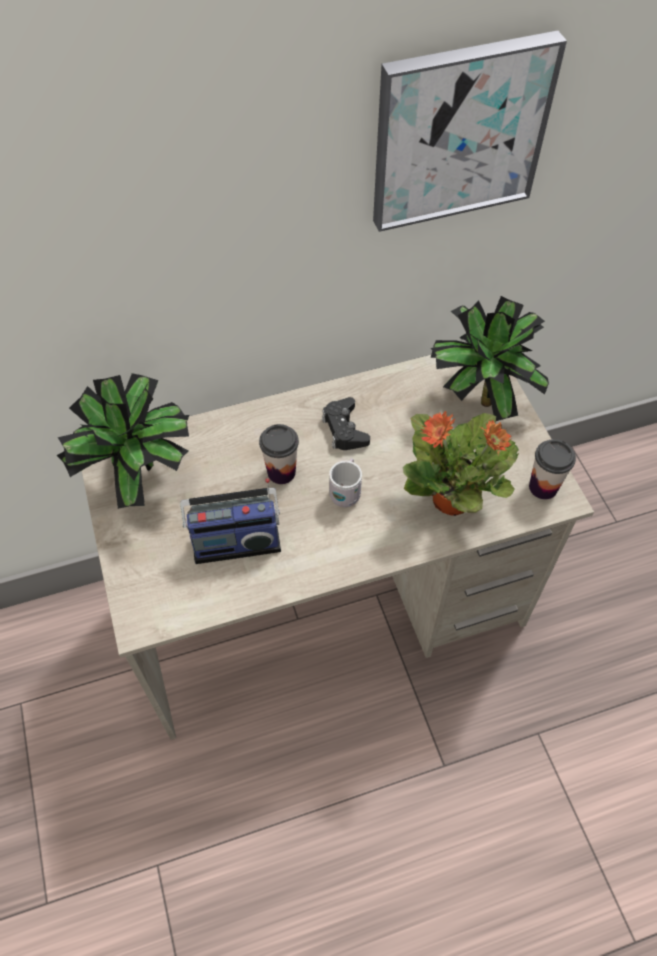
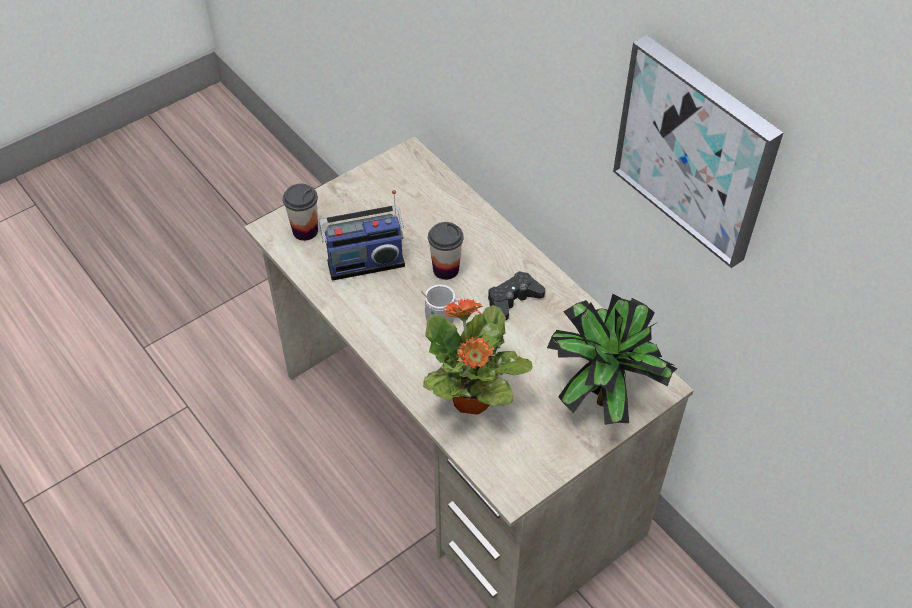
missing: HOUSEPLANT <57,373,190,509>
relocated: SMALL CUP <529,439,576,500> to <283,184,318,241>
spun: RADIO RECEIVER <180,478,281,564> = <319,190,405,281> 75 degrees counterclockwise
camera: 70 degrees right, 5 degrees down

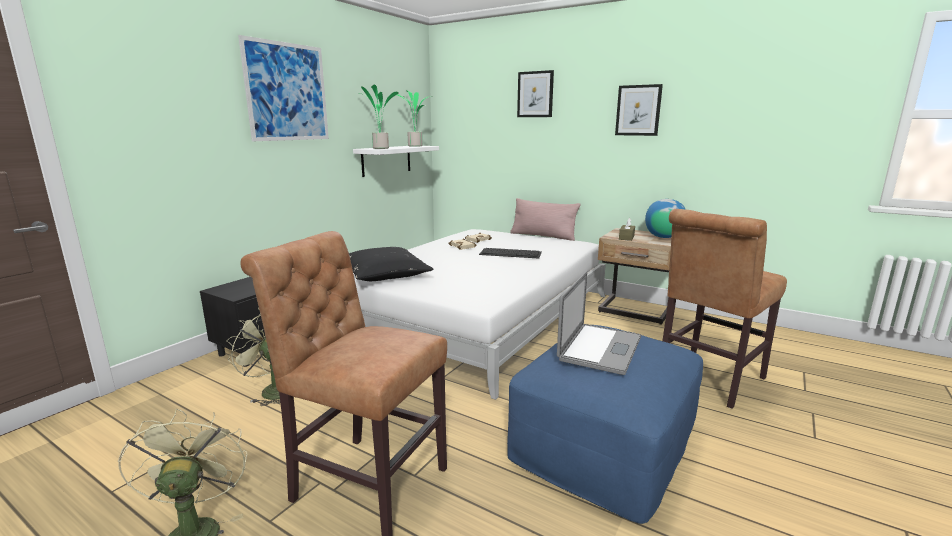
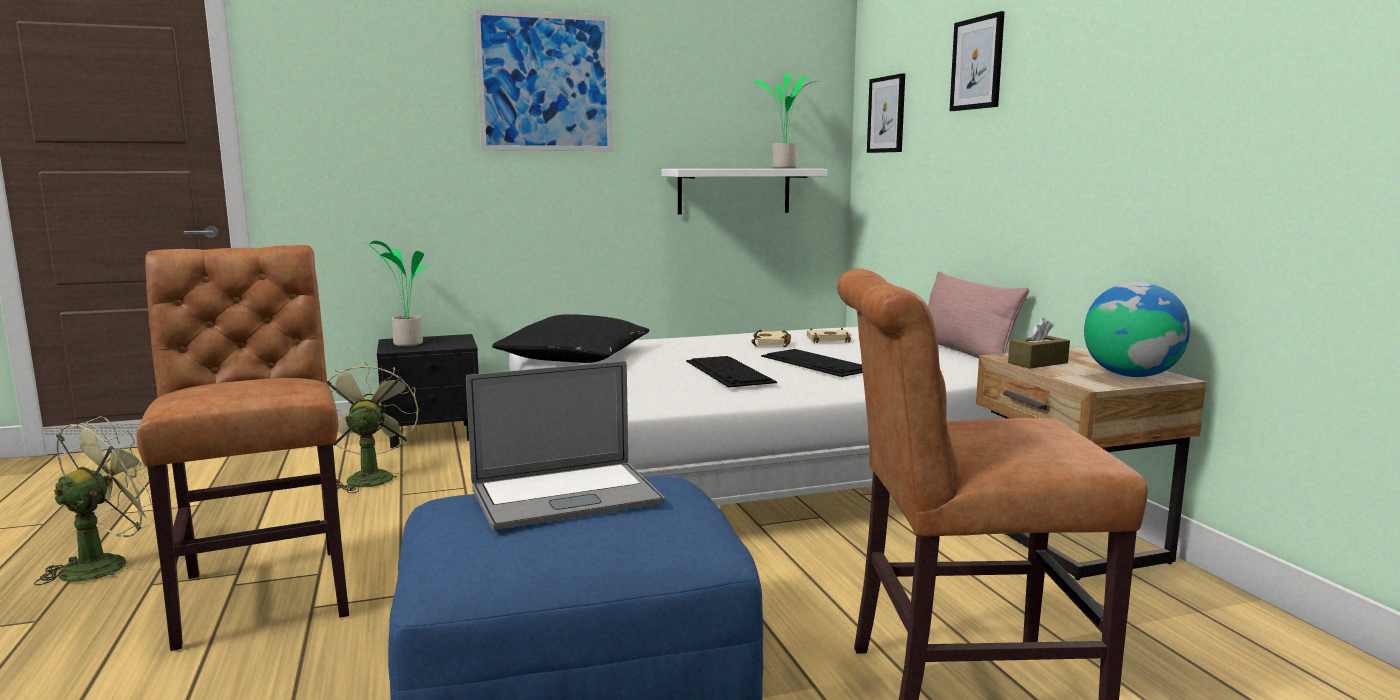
appeared: KEYBOARD <686,356,777,388>
relocated: HOUSEPLANT <359,84,399,149> to <364,241,429,346>; WALL ART <615,84,663,136> to <867,73,905,153>
camera: 40 degrees right, 5 degrees down

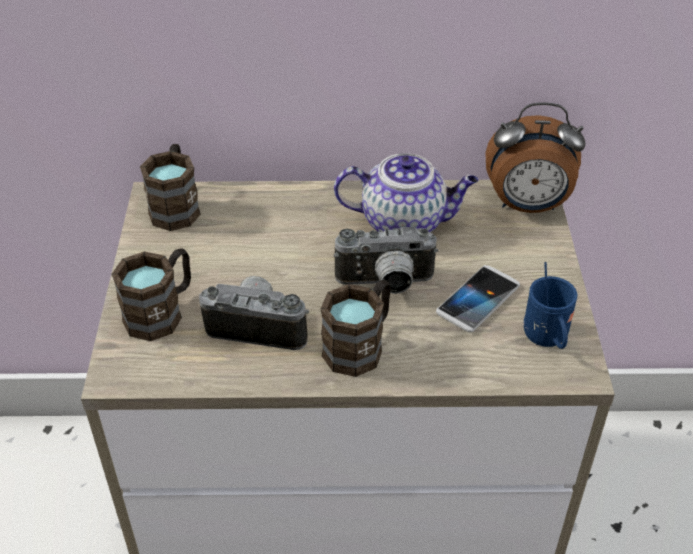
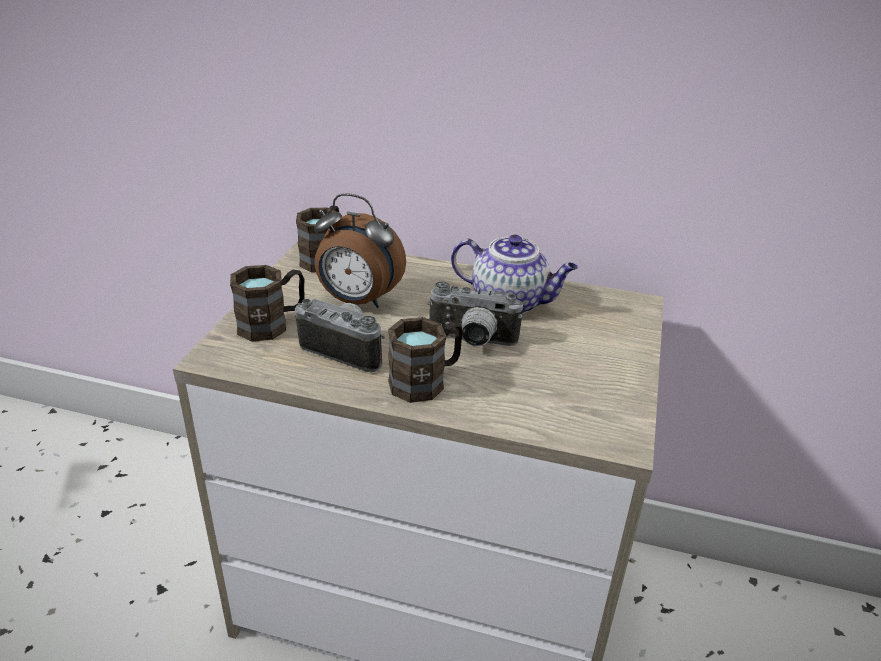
missing: BLUE-COLOURED COFFEE MUG <524,262,577,349>; PHONE <436,265,520,332>
relocated: TABLE CLOCK <485,102,585,213> to <314,193,406,308>
camera: 15 degrees right, 10 degrees down

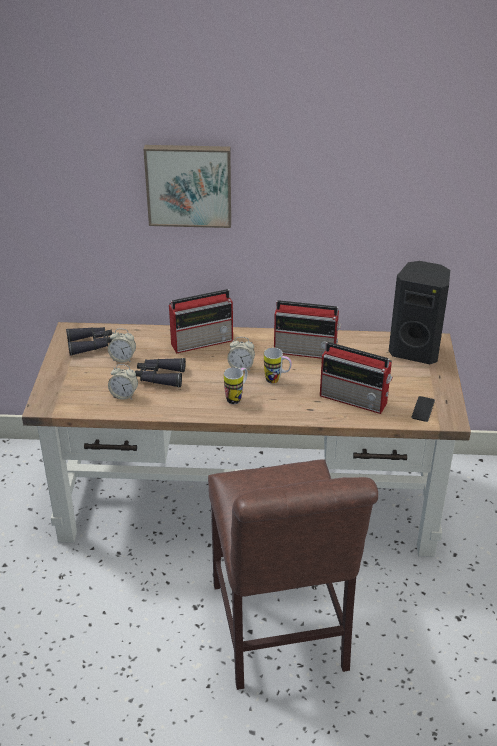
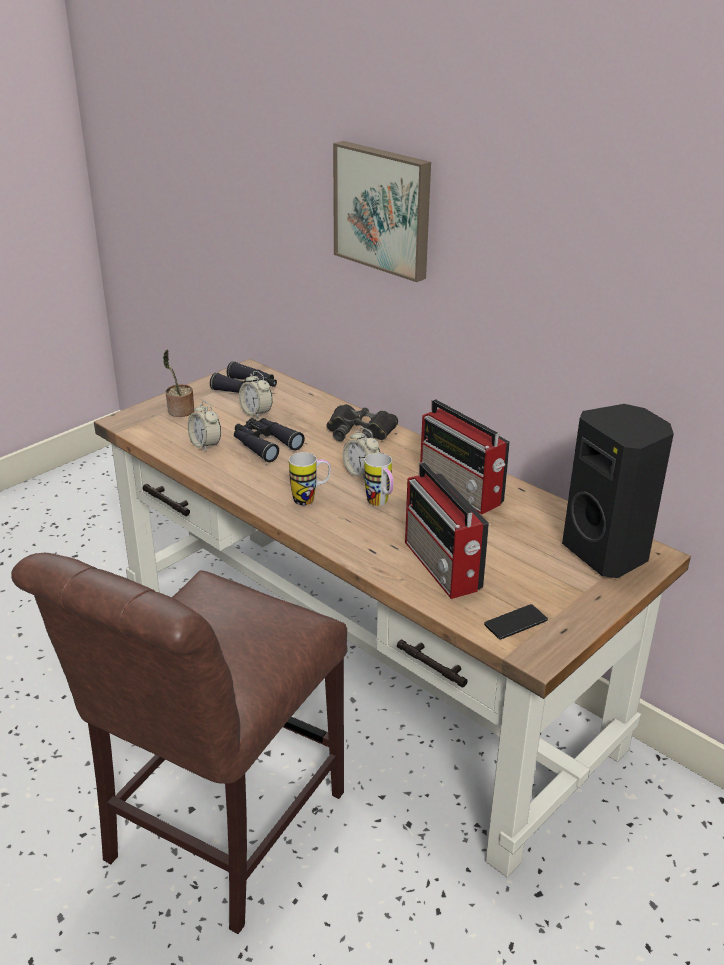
appeared: HOUSEPLANT <163,350,194,417>
exchanged: RADIO RECEIVER <169,289,233,354> to BLACKISH FIELD GLASSES <326,404,398,441>
camera: 40 degrees right, 5 degrees down

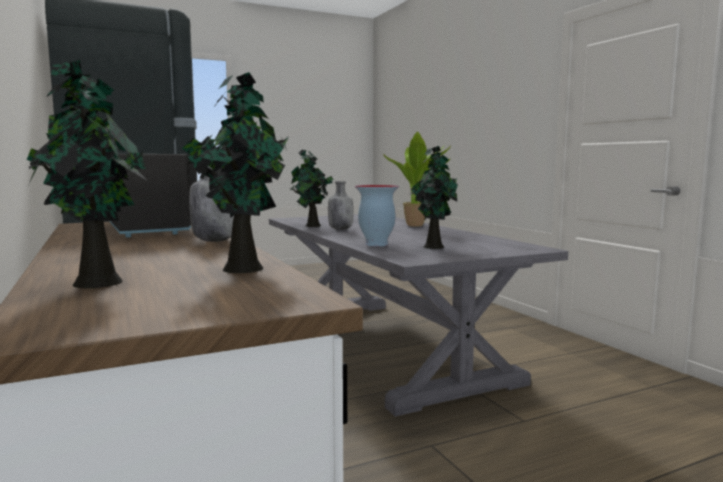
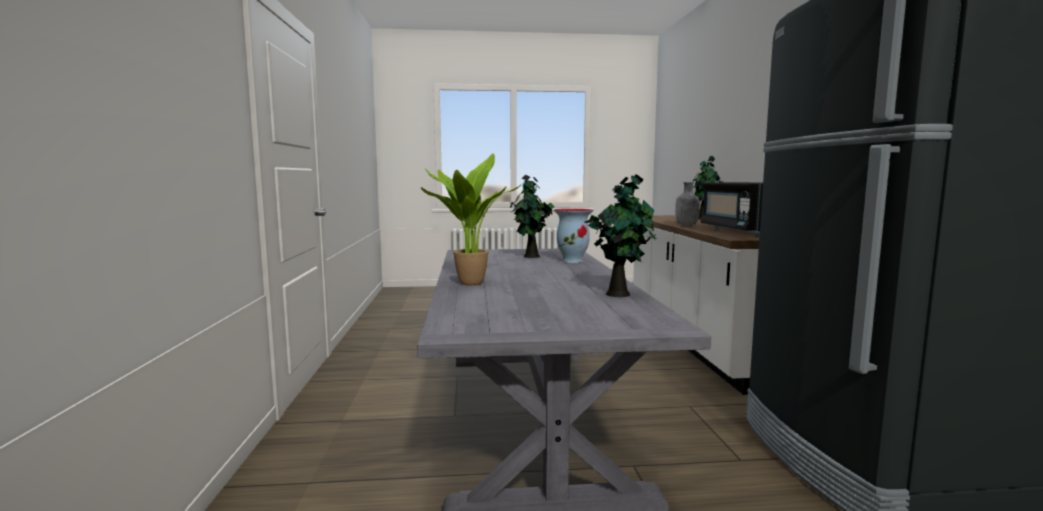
missing: HOUSEPLANT <182,72,289,273>; GREYISH DRINK BOTTLE <328,181,354,230>
camera: 160 degrees left, 0 degrees up

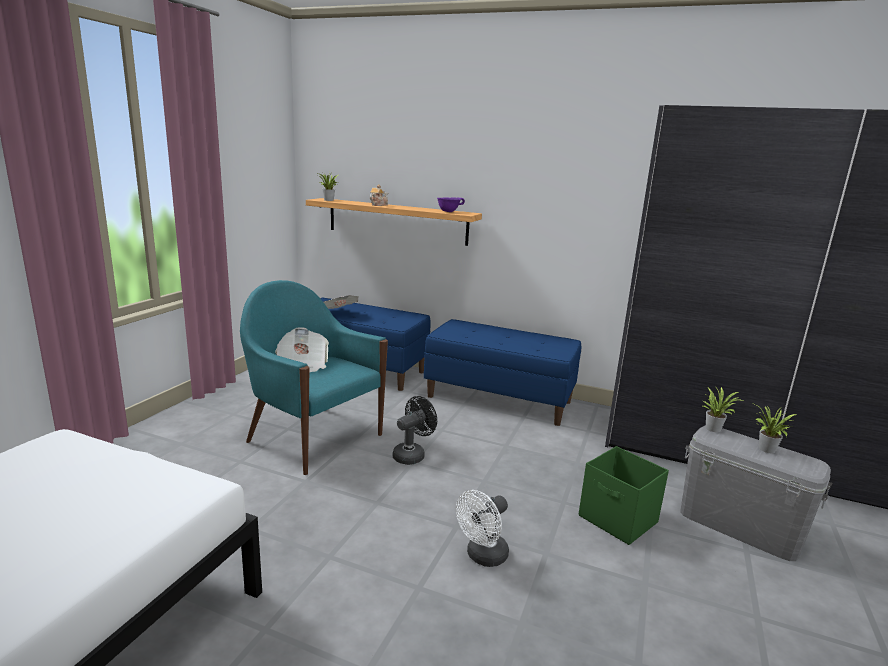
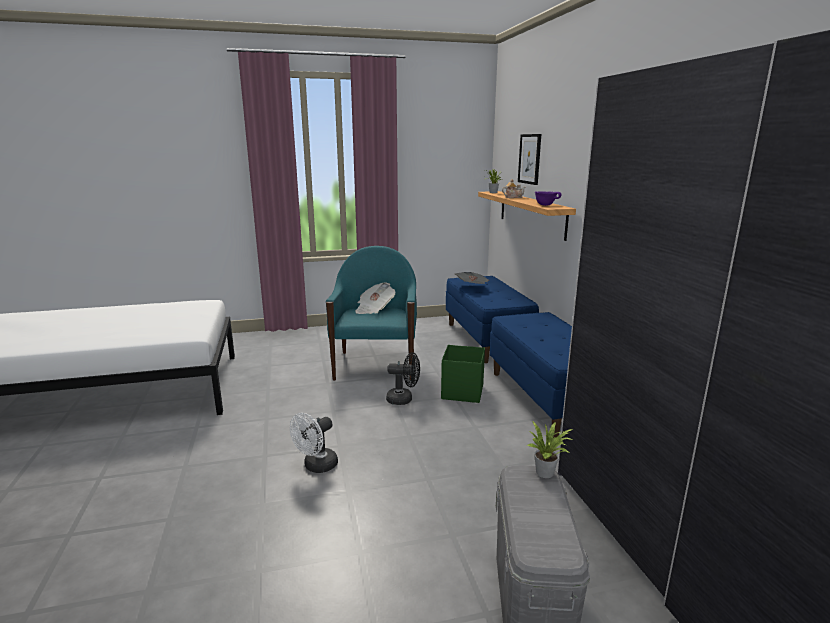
missing: HOUSEPLANT <755,404,797,453>
appeared: WALL ART <518,134,541,185>
relocated: GREENISH STORAGE BIN <579,446,669,545> to <441,345,485,403>
spun: WHITE-COLOURED FAN <456,490,509,567> = <290,413,338,473> 60 degrees counterclockwise
camera: 55 degrees right, 0 degrees up

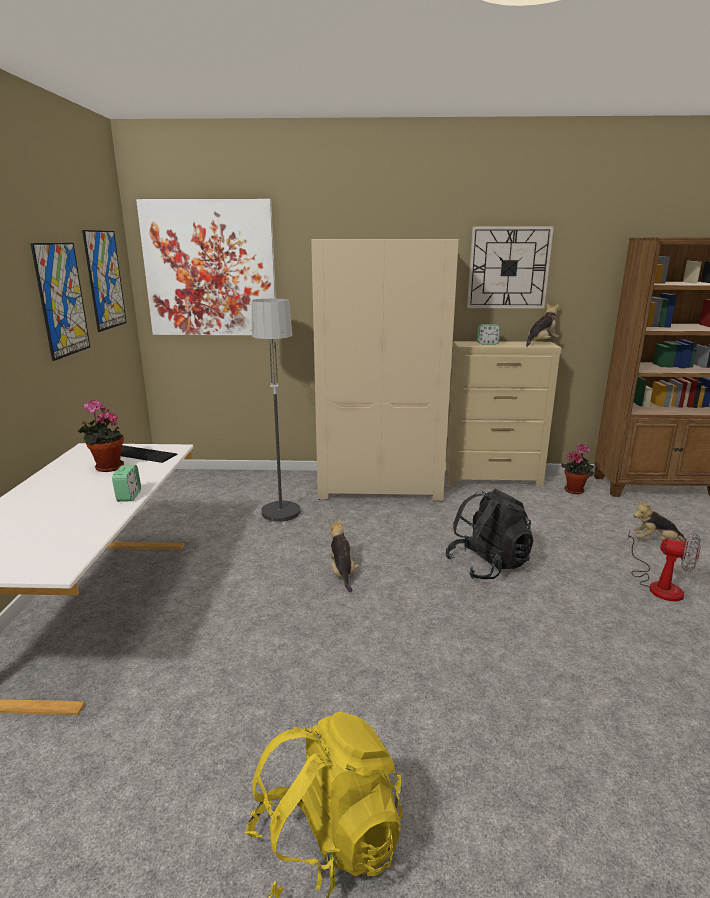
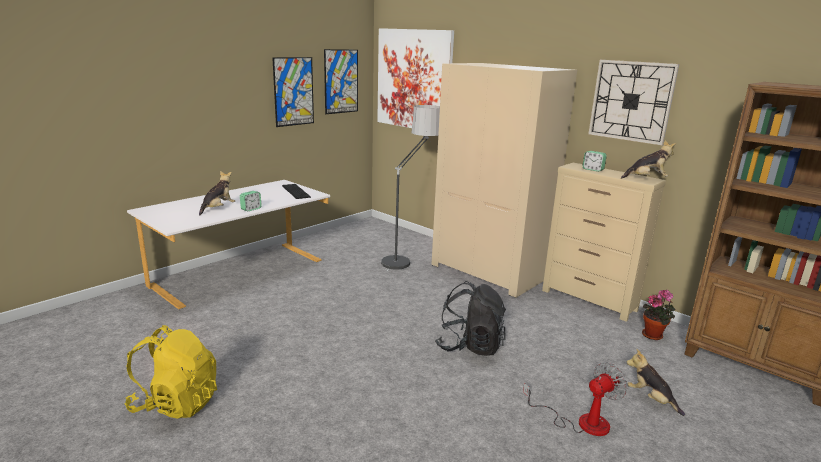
missing: HOUSEPLANT <78,399,124,472>
relocated: CUDDLY TOY <329,519,359,593> to <199,171,235,215>
spun: FAN <627,530,701,601> = <523,362,627,436> 105 degrees counterclockwise
camera: 40 degrees right, 0 degrees up

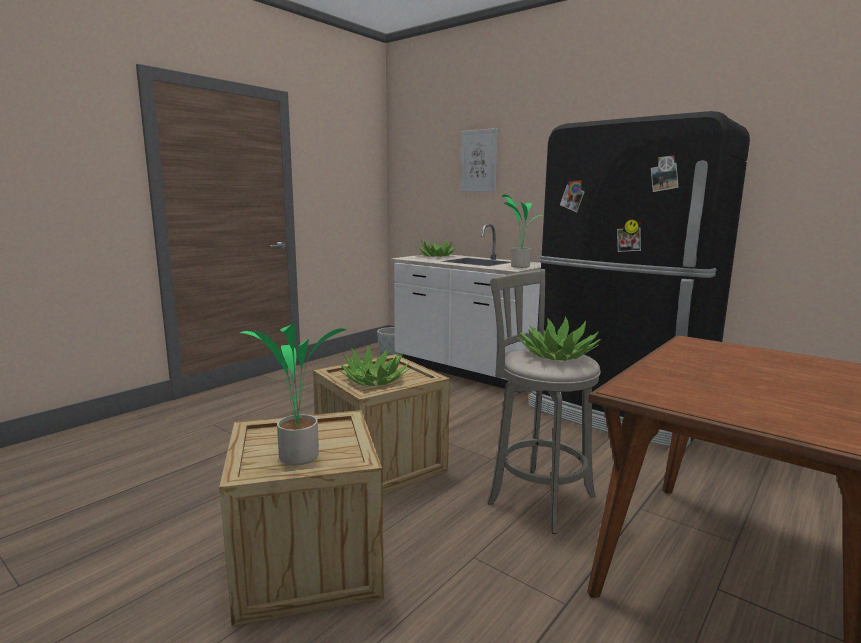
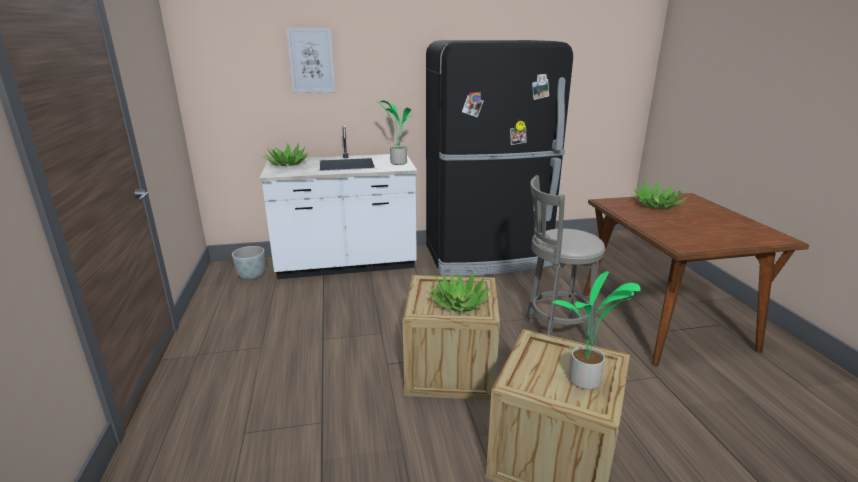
relocated: HOUSEPLANT <517,316,601,361> to <631,179,688,209>
camera: 50 degrees left, 10 degrees up

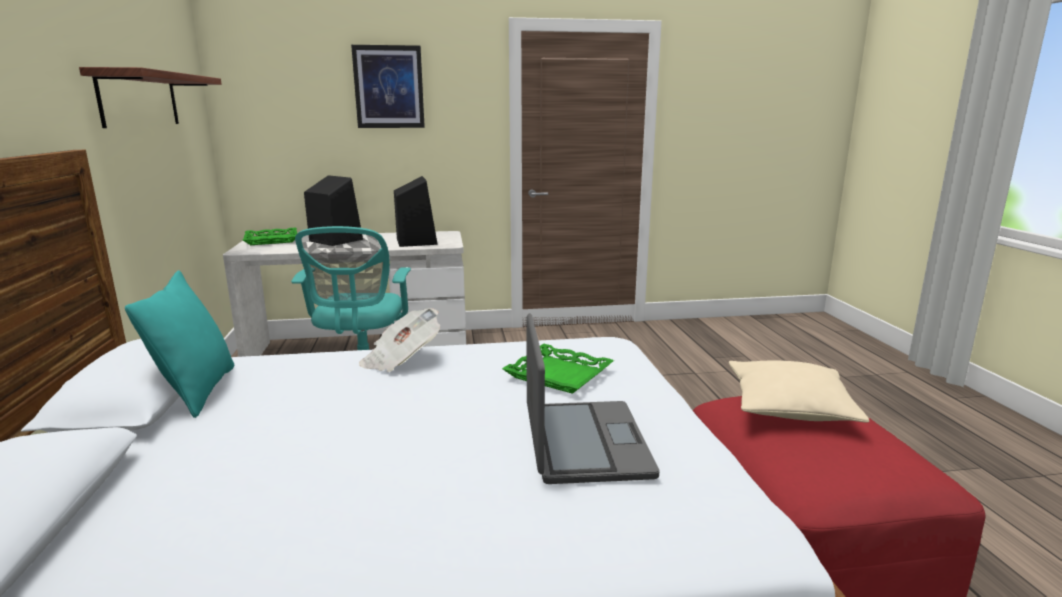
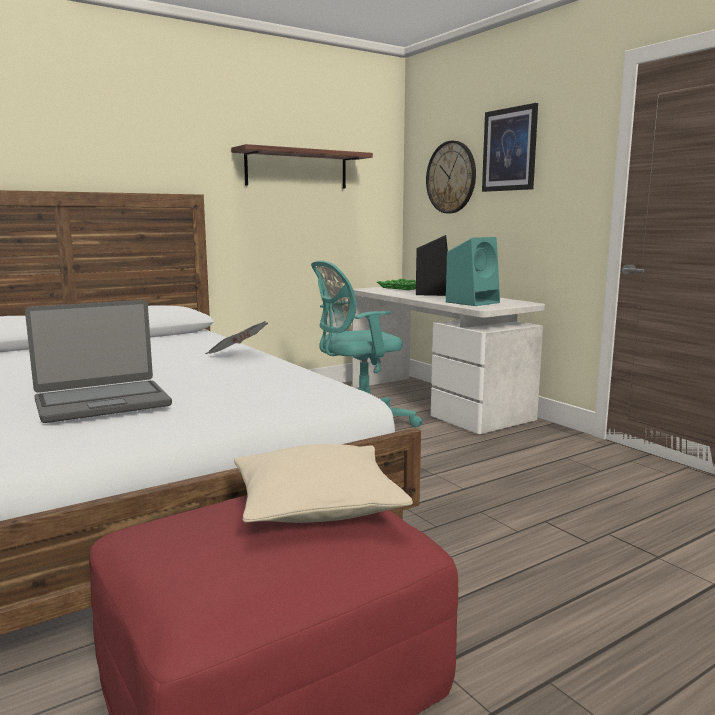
missing: TURQUOISE-COLOURED PILLOW <125,271,234,418>; GREENISH SERVING TRAY <502,344,614,394>
appeared: WALL CLOCK <426,141,476,213>
colour: BLACKISH AUDIO SPEAKER <394,176,438,247> to TURQUOISE-COLOURED AUDIO SPEAKER <446,237,500,306>
camera: 65 degrees right, 5 degrees down

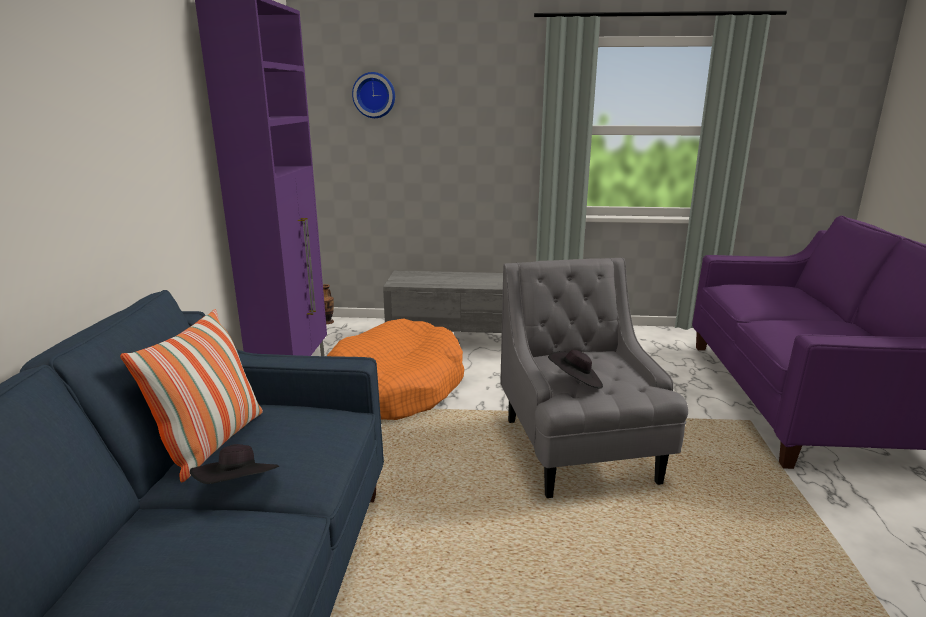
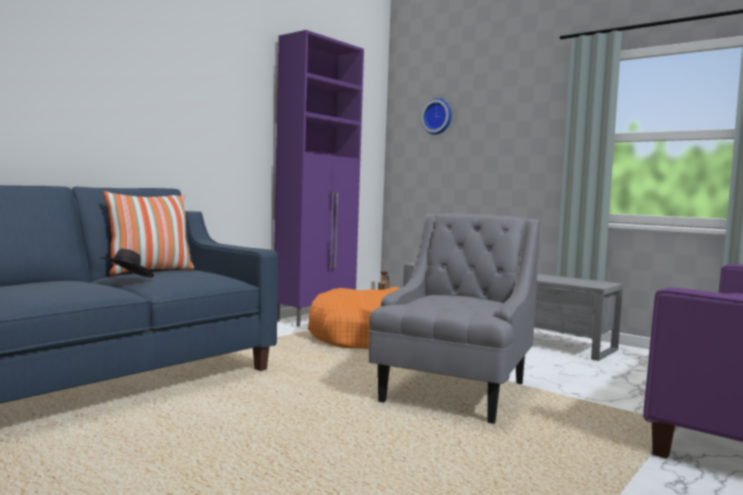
missing: BLACKISH HAT <548,350,603,389>
camera: 35 degrees right, 15 degrees down

